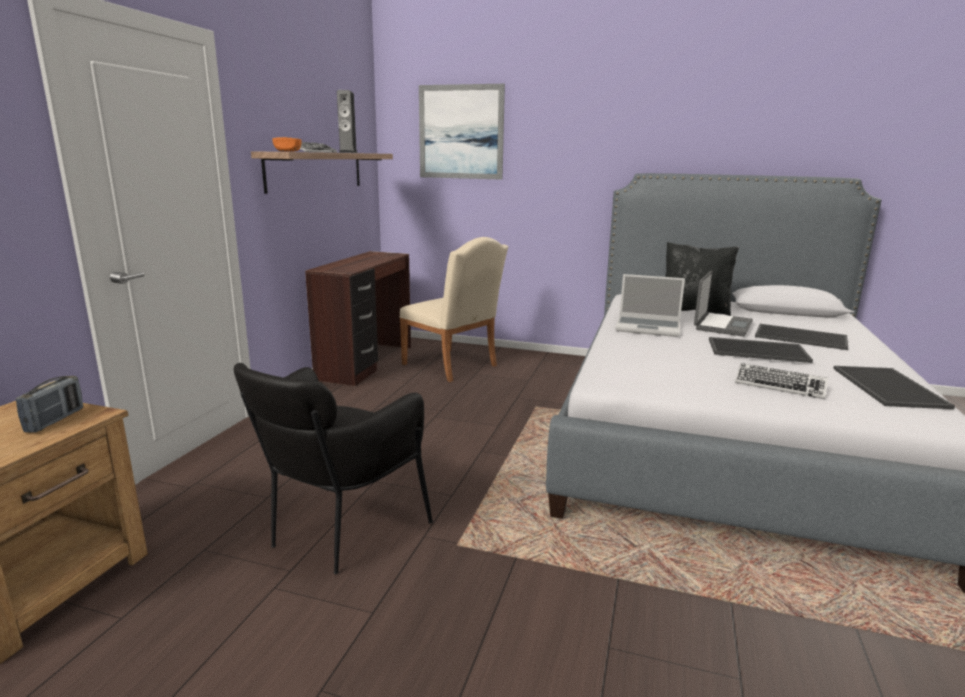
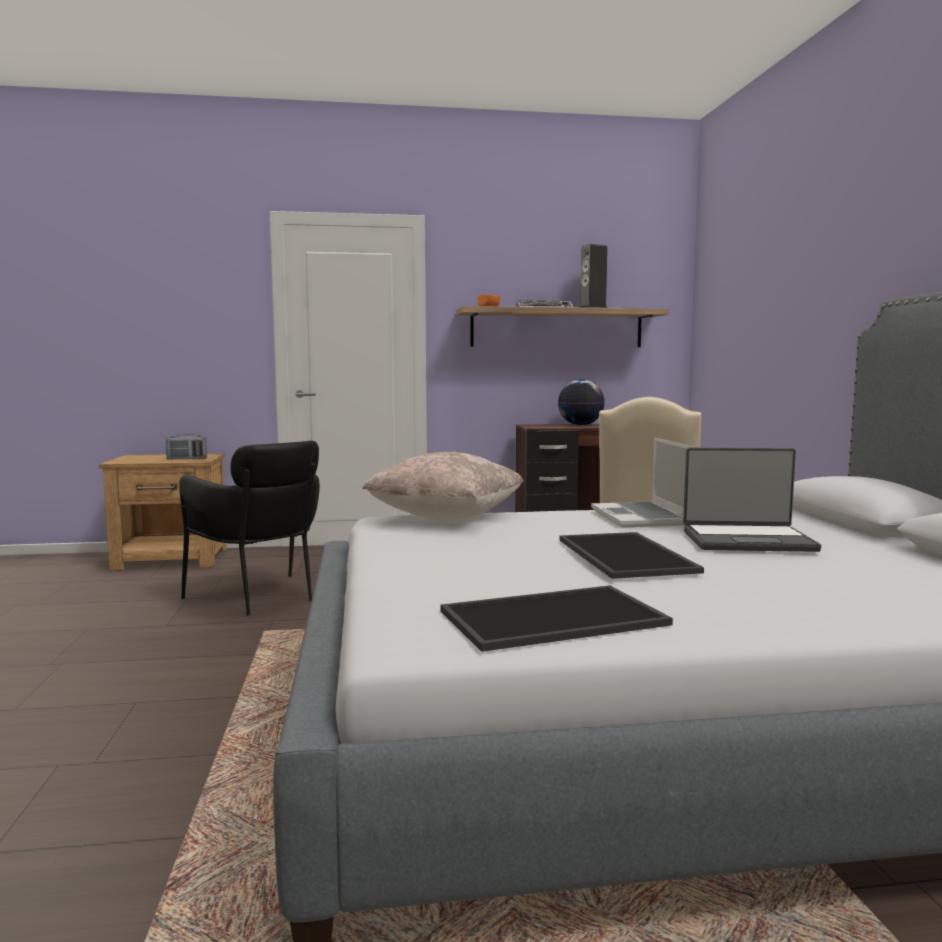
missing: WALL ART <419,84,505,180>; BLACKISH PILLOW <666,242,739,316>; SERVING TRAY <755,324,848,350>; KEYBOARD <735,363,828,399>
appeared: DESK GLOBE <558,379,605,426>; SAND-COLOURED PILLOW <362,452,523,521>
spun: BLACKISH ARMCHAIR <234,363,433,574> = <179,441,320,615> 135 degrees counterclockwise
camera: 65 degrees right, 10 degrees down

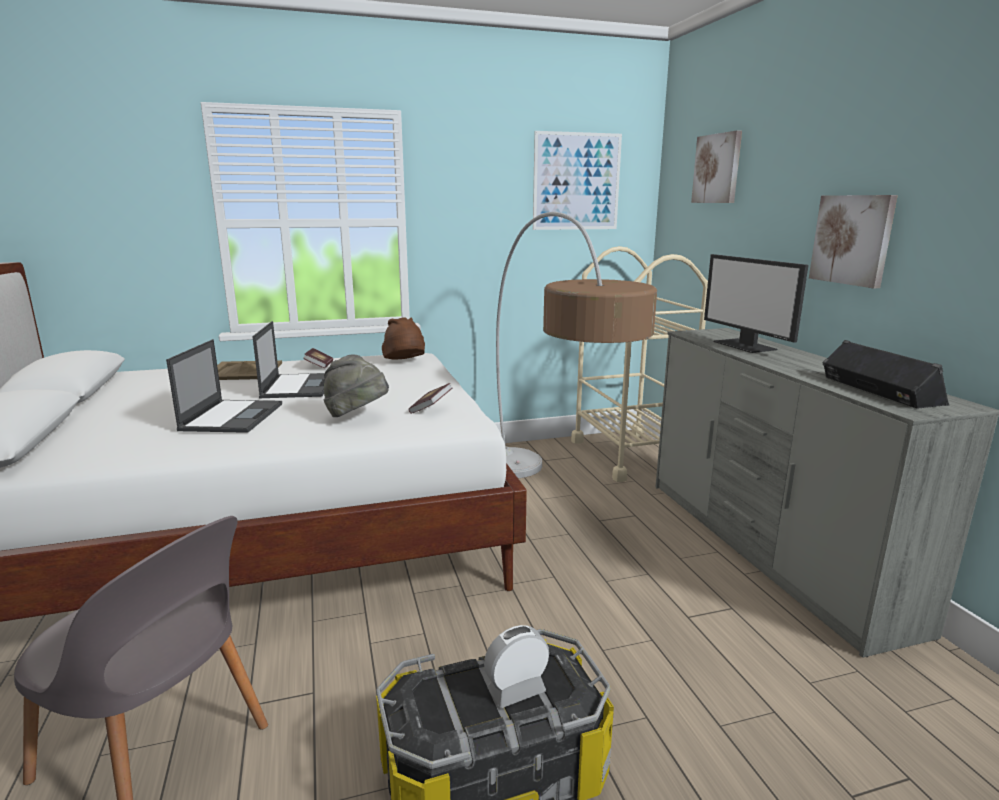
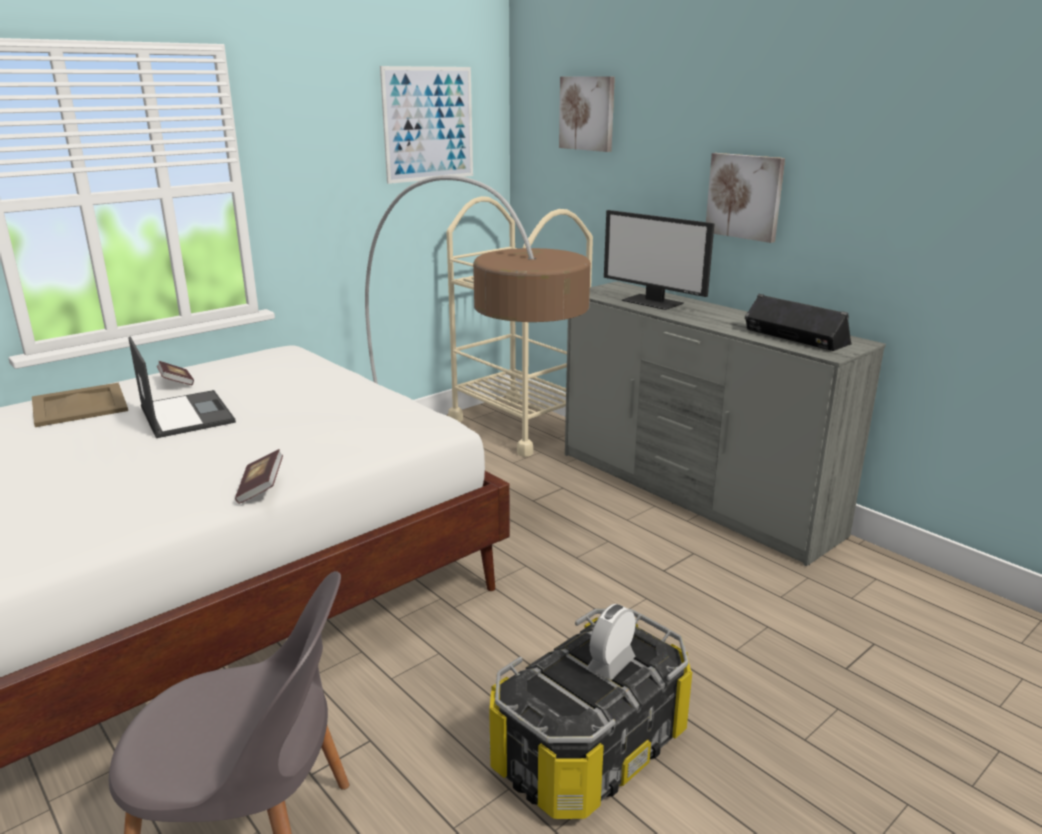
missing: BROWN-COLOURED HAT <382,317,425,359>; LAPTOP <166,339,282,433>; GREYISH HAT <324,355,389,417>
relocated: BOUND BOOK <409,383,452,414> to <235,449,283,504>
camera: 25 degrees left, 5 degrees up

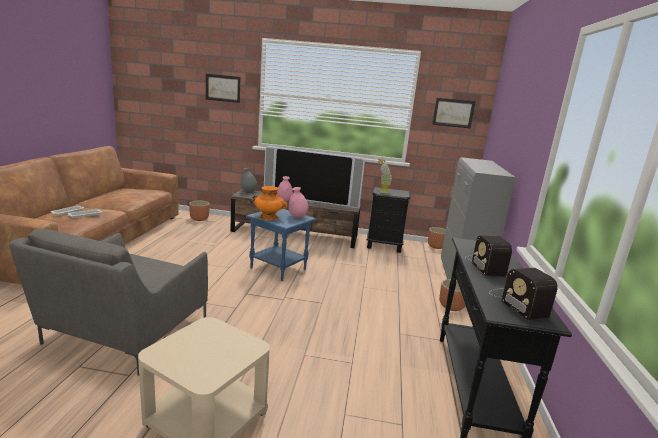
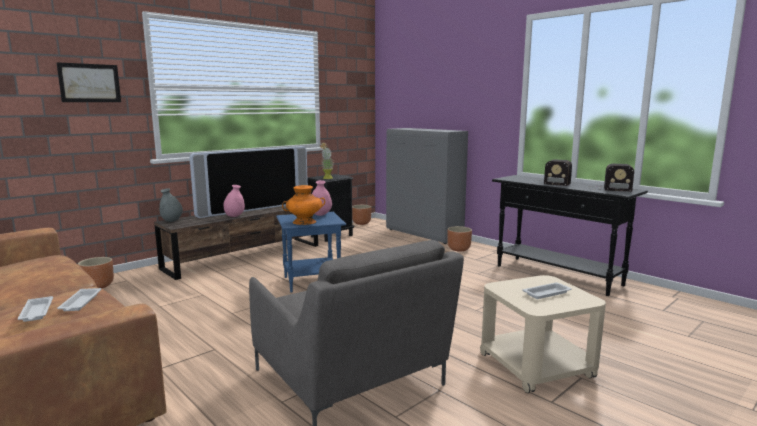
missing: WALL ART <432,98,476,129>
appeared: WHITE-COLOURED SERVING TRAY <522,282,572,299>
camera: 50 degrees left, 5 degrees down

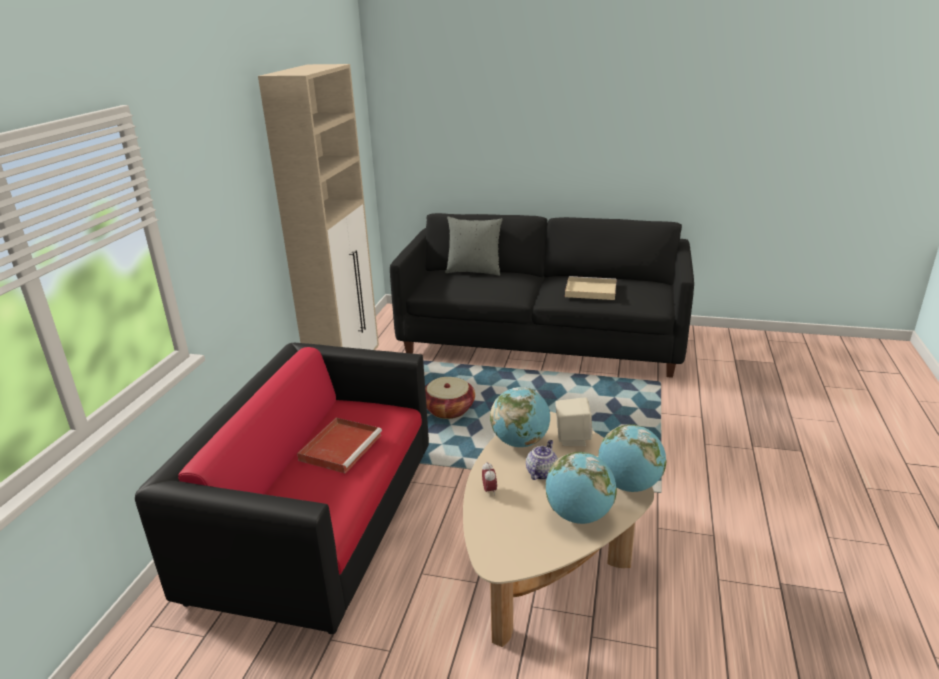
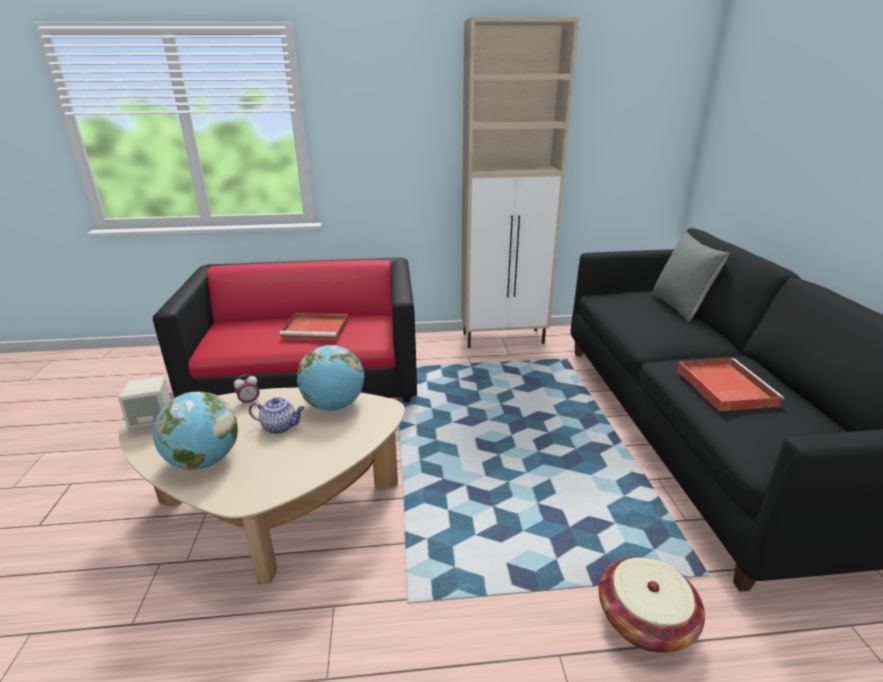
missing: DESK GLOBE <598,424,666,492>
relocated: BASKET <425,377,475,419> to <599,557,705,653>; SAND-COLOURED AUDIO SPEAKER <555,397,592,446> to <118,376,171,434>
colour: SAND-COLOURED SERVING TRAY <565,276,617,300> to REDDISH SERVING TRAY <677,358,784,411>
camera: 70 degrees right, 0 degrees up

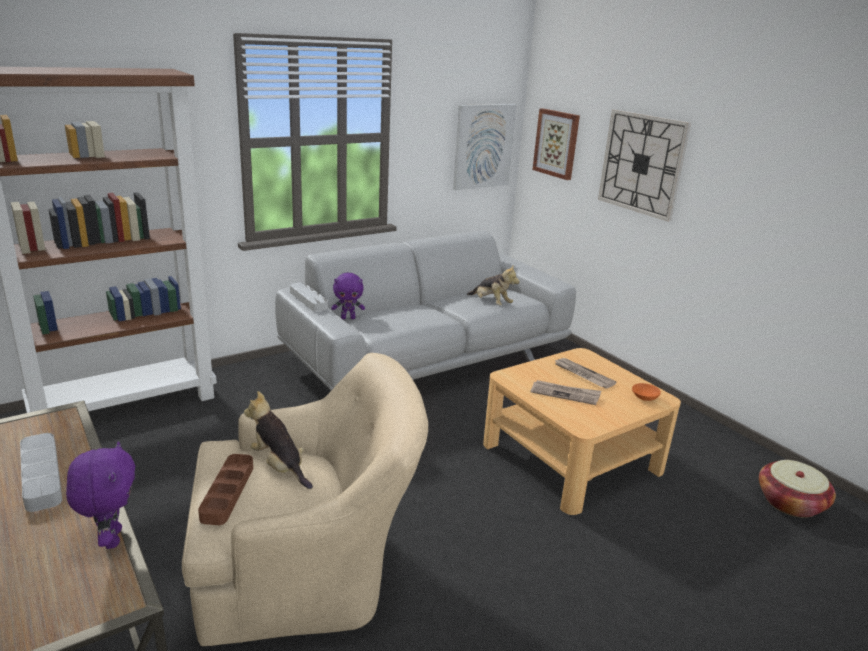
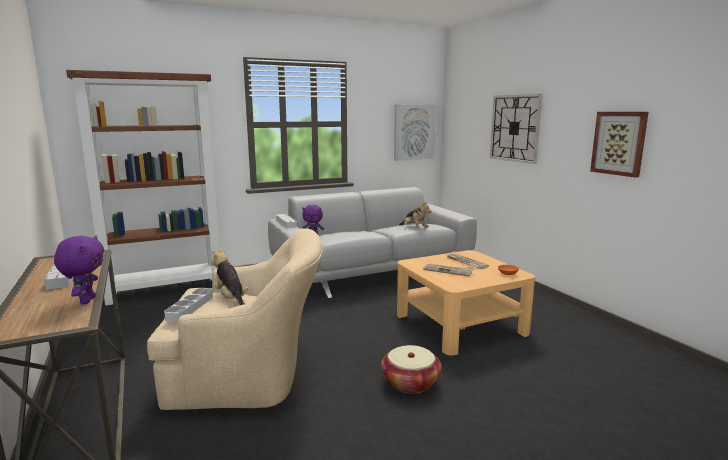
relocated: WALL ART <532,109,580,180> to <590,112,648,178>; BASKET <759,460,836,518> to <381,345,442,393>
colour: BROWN-COLOURED SERVING TRAY <198,454,253,525> to GREYISH SERVING TRAY <164,288,213,322>
camera: 10 degrees right, 10 degrees down

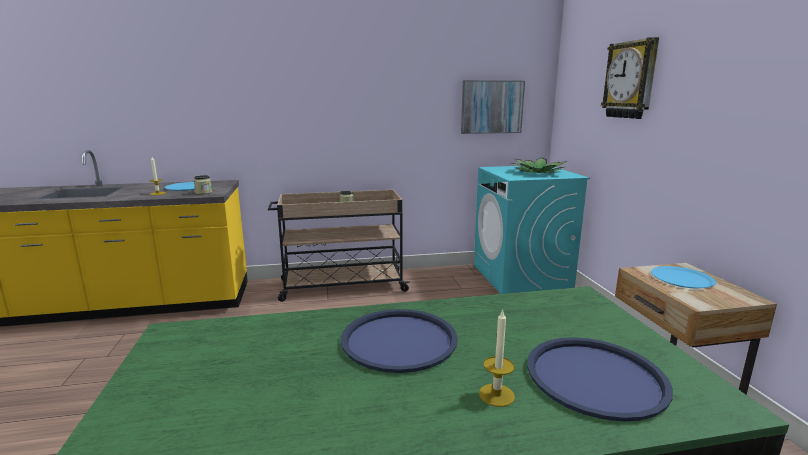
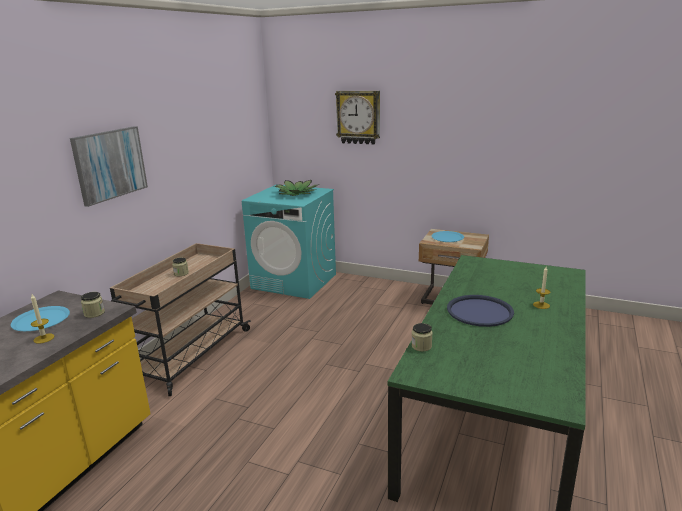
missing: BLUE-COLOURED SERVING TRAY <527,337,673,422>
appeared: JAR <411,323,433,352>
relocated: WALL ART <461,80,525,134> to <70,126,148,207>
camera: 55 degrees left, 5 degrees up

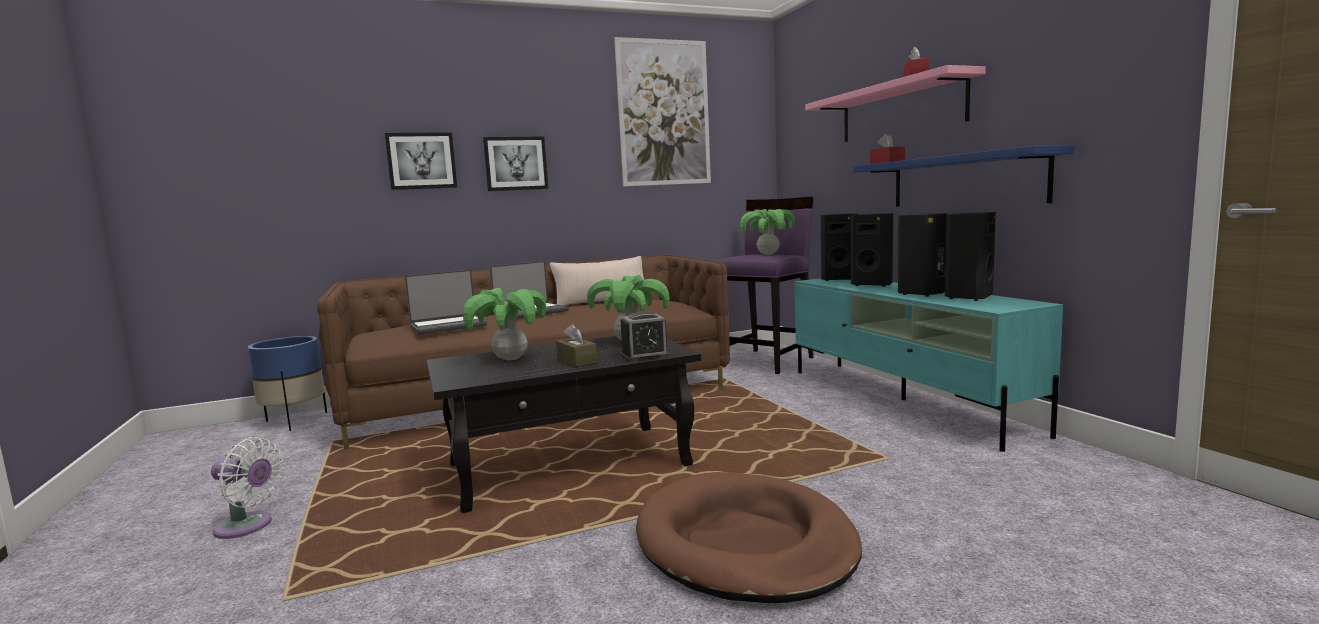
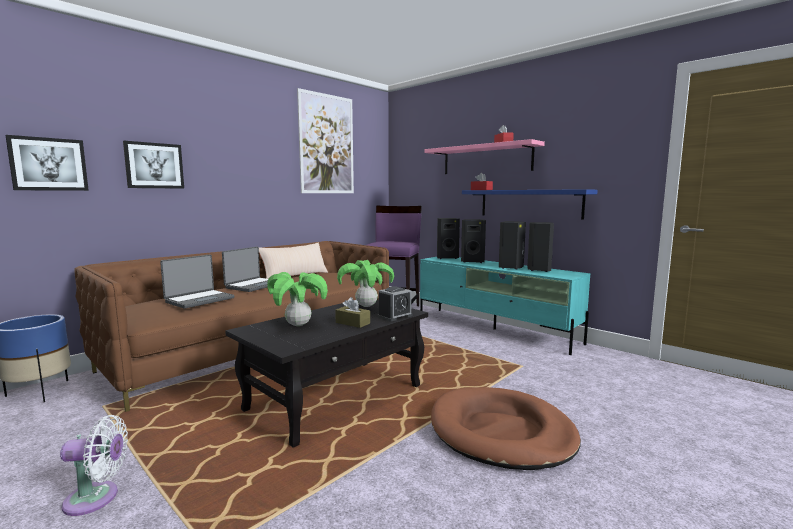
missing: HOUSEPLANT <740,209,795,255>
relocated: WALL ART <483,136,548,191> to <6,135,89,191>
camera: 25 degrees left, 0 degrees up

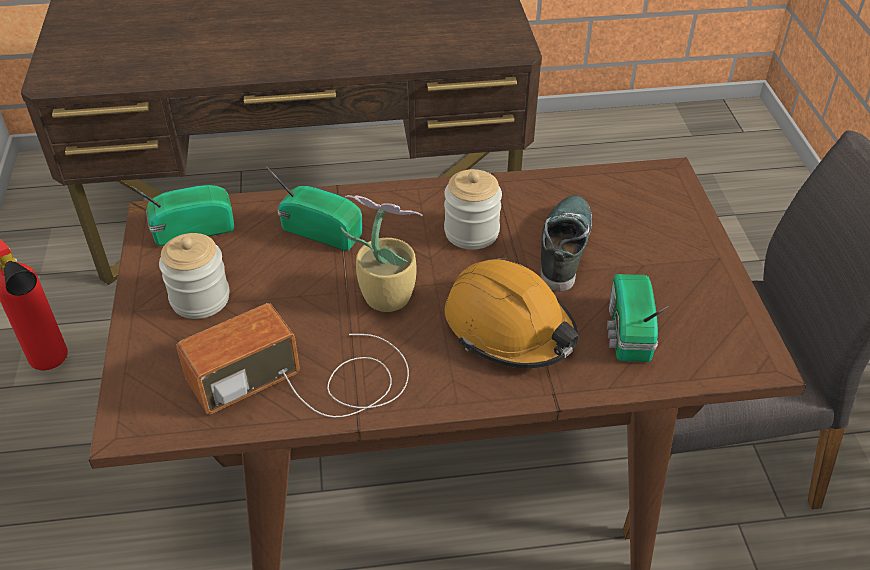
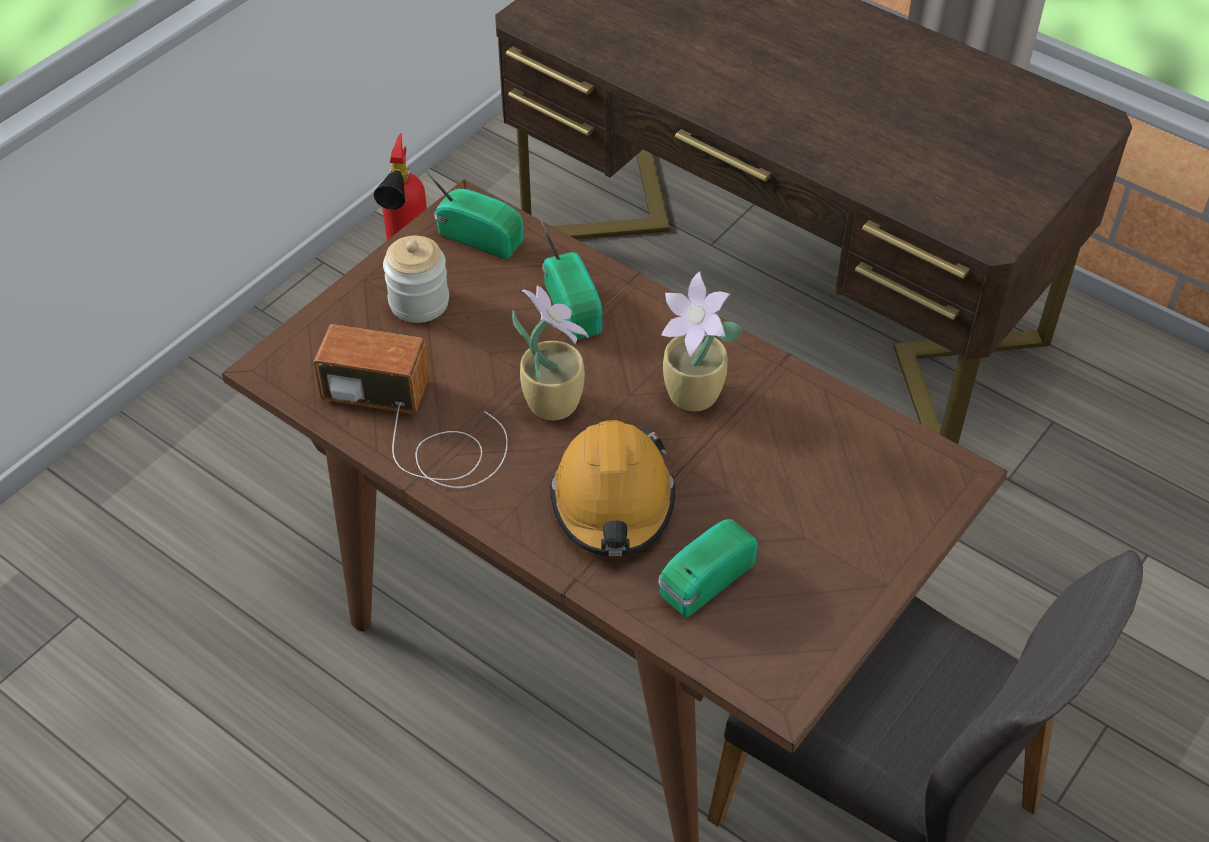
missing: LOW SHOE <540,195,592,291>
exchanged: JAR <444,169,502,250> to HOUSEPLANT <661,271,743,411>
camera: 45 degrees right, 5 degrees up

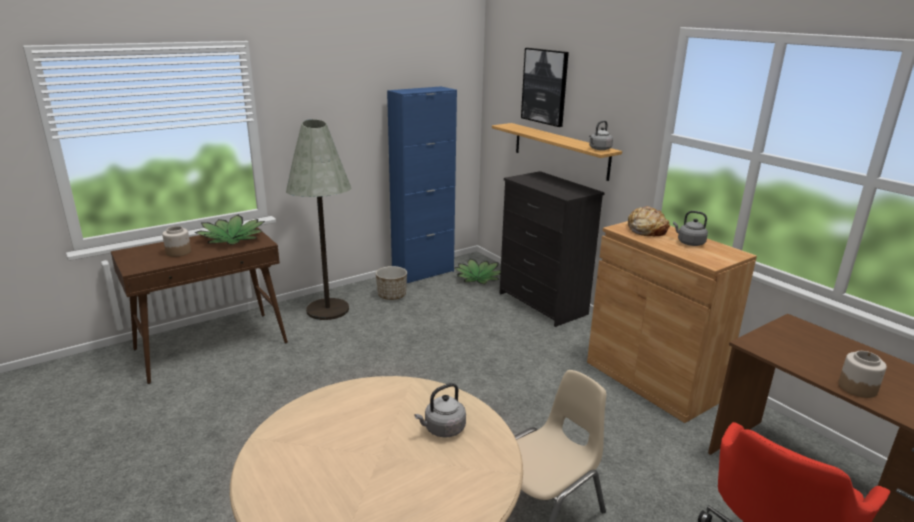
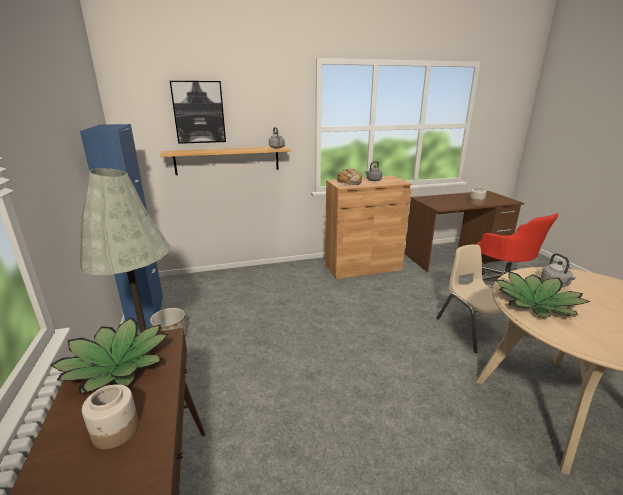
missing: BLACKISH CHEST OF DRAWERS <499,171,605,327>
relocated: HOUSEPLANT <455,259,501,284> to <495,271,590,318>
camera: 70 degrees left, 0 degrees up

